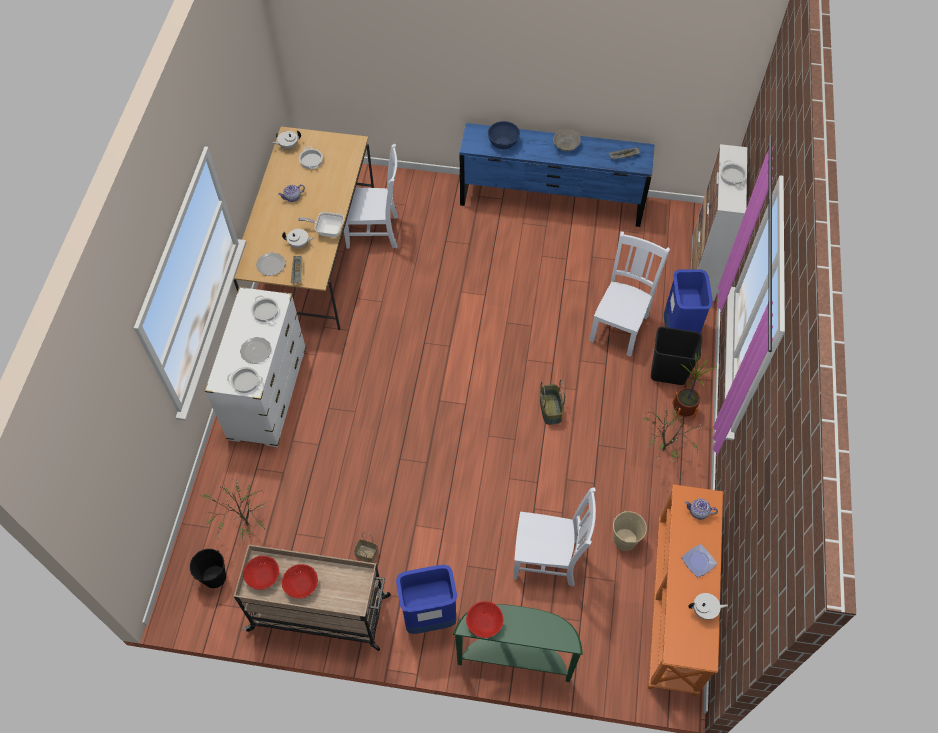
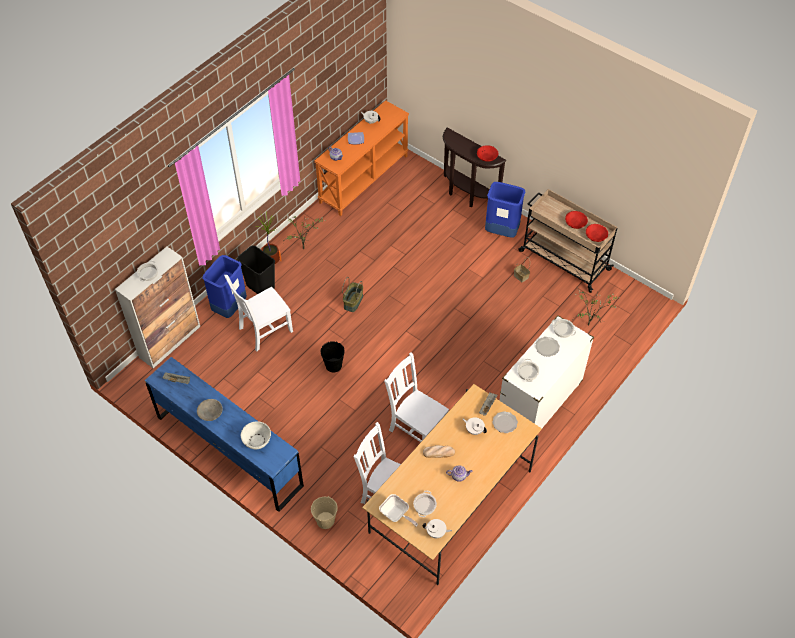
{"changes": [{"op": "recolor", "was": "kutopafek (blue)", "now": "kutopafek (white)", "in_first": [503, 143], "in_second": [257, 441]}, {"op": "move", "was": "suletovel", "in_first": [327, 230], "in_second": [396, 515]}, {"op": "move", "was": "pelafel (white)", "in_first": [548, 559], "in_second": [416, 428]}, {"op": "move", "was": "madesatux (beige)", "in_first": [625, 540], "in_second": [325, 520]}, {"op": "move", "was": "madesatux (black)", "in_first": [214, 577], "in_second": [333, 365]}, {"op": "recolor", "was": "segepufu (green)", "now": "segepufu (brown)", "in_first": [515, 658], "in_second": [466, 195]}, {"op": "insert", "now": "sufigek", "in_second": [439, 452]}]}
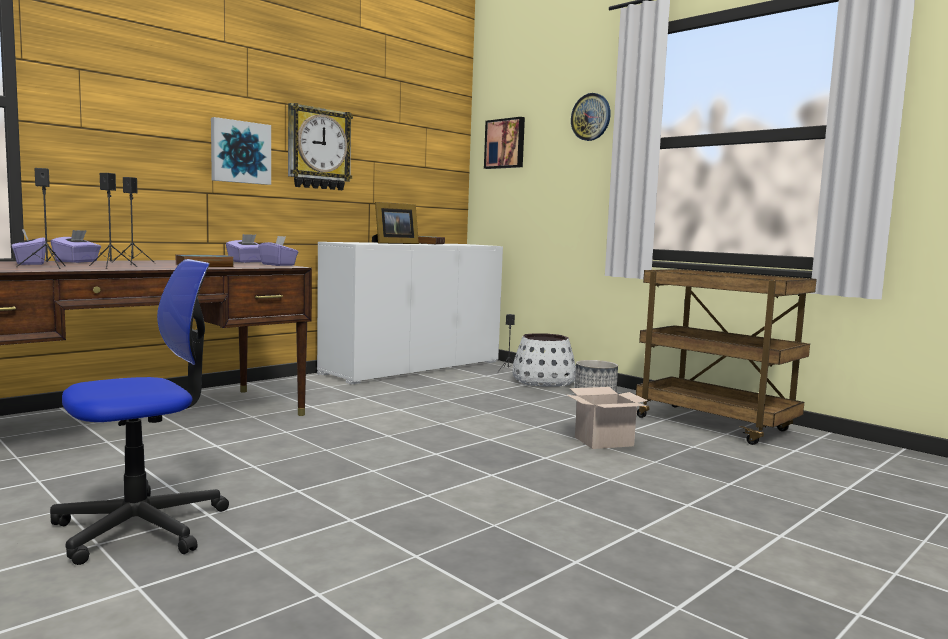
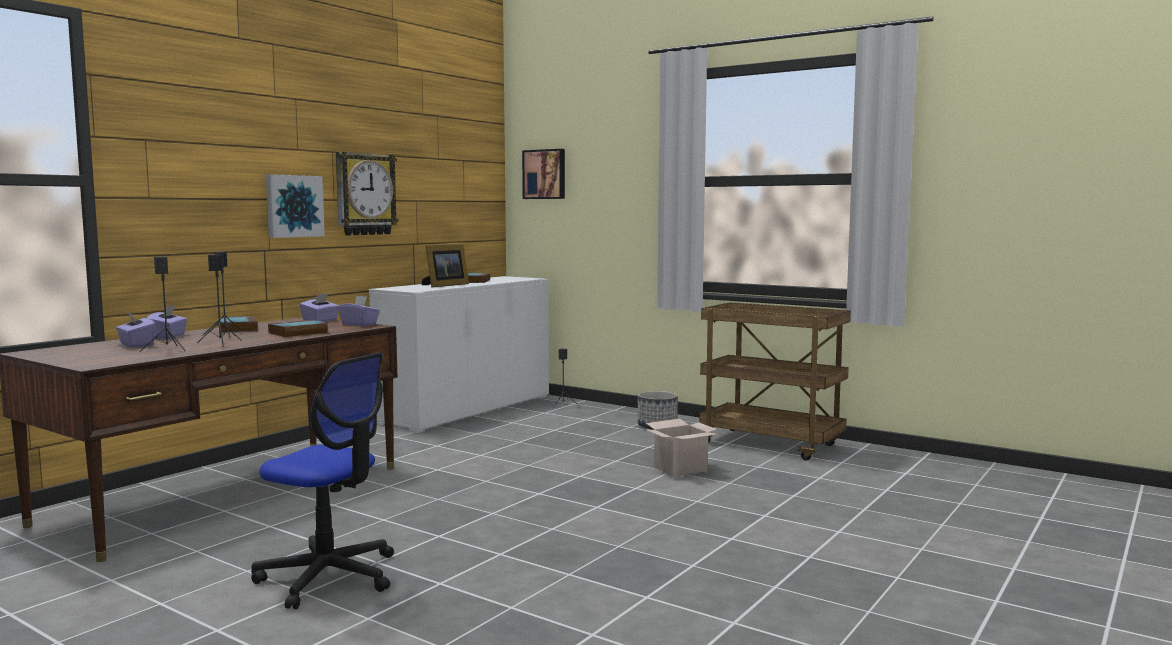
{"changes": [{"op": "delete", "was": "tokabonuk", "in_first": [591, 117]}, {"op": "rotate", "was": "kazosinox", "in_first": [141, 527], "in_second": [329, 577], "clockwise": 75}, {"op": "delete", "was": "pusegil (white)", "in_first": [543, 381]}, {"op": "insert", "now": "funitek", "in_second": [237, 328]}]}
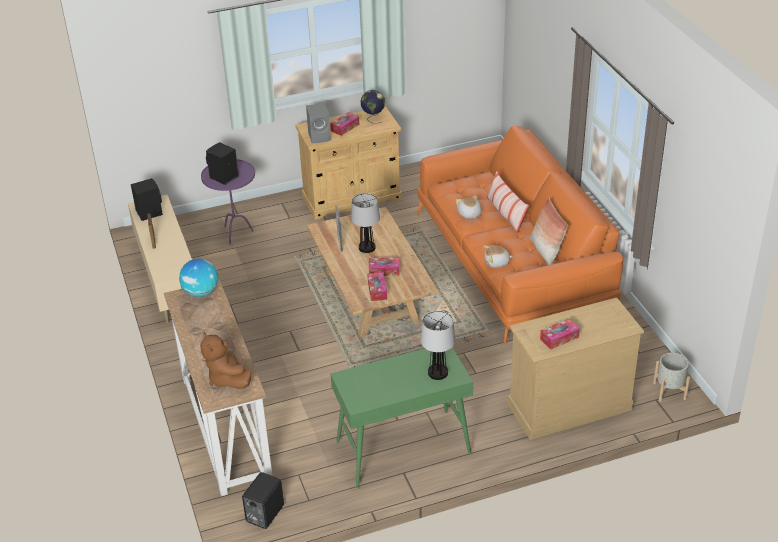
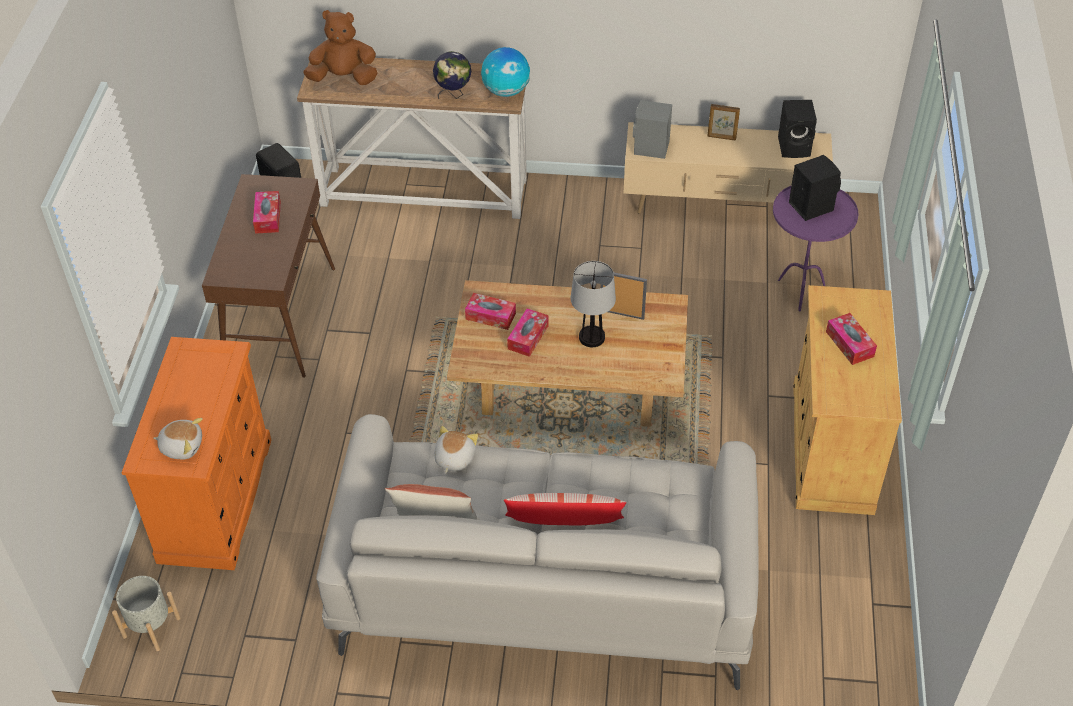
{"changes": [{"op": "move", "was": "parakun", "in_first": [373, 118], "in_second": [453, 94]}, {"op": "move", "was": "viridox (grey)", "in_first": [320, 136], "in_second": [650, 148]}, {"op": "recolor", "was": "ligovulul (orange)", "now": "ligovulul (white)", "in_first": [513, 263], "in_second": [543, 581]}, {"op": "move", "was": "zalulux", "in_first": [469, 214], "in_second": [182, 446]}, {"op": "recolor", "was": "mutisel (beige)", "now": "mutisel (orange)", "in_first": [568, 406], "in_second": [216, 499]}, {"op": "delete", "was": "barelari", "in_first": [438, 373]}, {"op": "move", "was": "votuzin", "in_first": [559, 338], "in_second": [268, 217]}, {"op": "recolor", "was": "segepufu (green)", "now": "segepufu (brown)", "in_first": [402, 449], "in_second": [280, 318]}]}
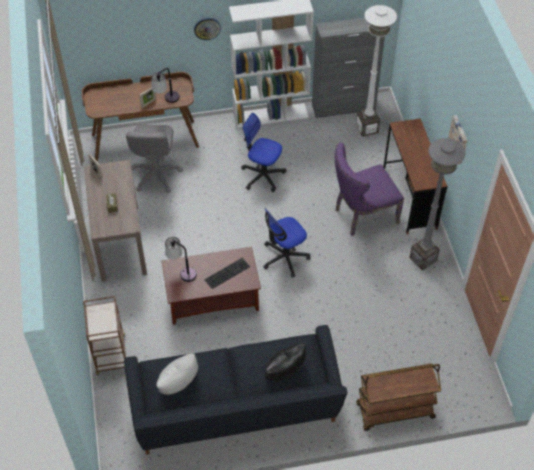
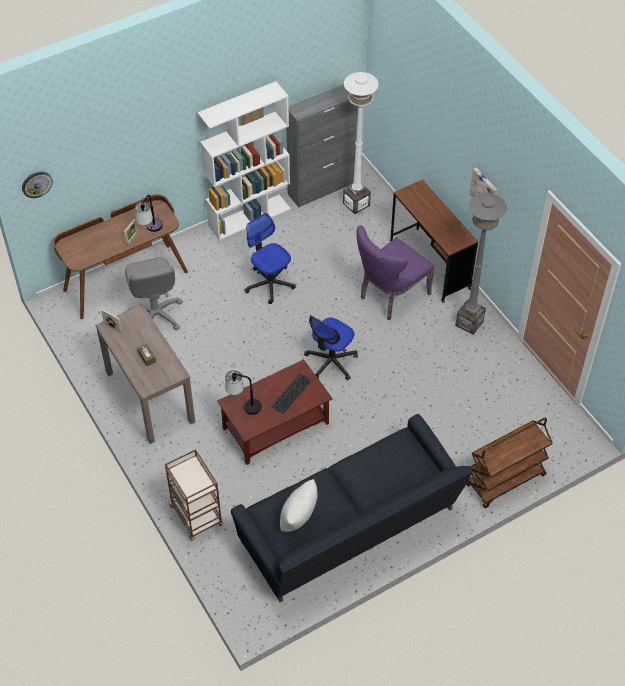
{"changes": [{"op": "move", "was": "tokabonuk", "in_first": [207, 28], "in_second": [36, 184]}, {"op": "rotate", "was": "kazosinox", "in_first": [262, 175], "in_second": [270, 283], "clockwise": 45}, {"op": "delete", "was": "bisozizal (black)", "in_first": [285, 376]}]}
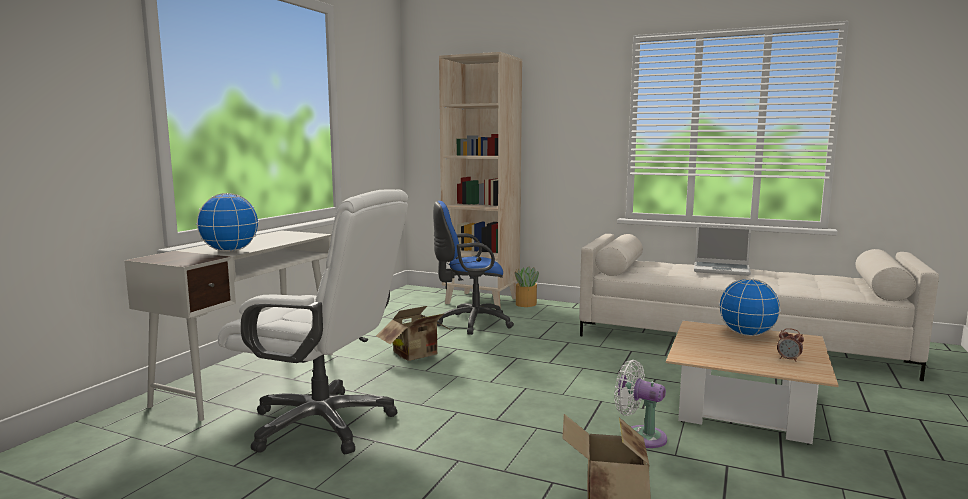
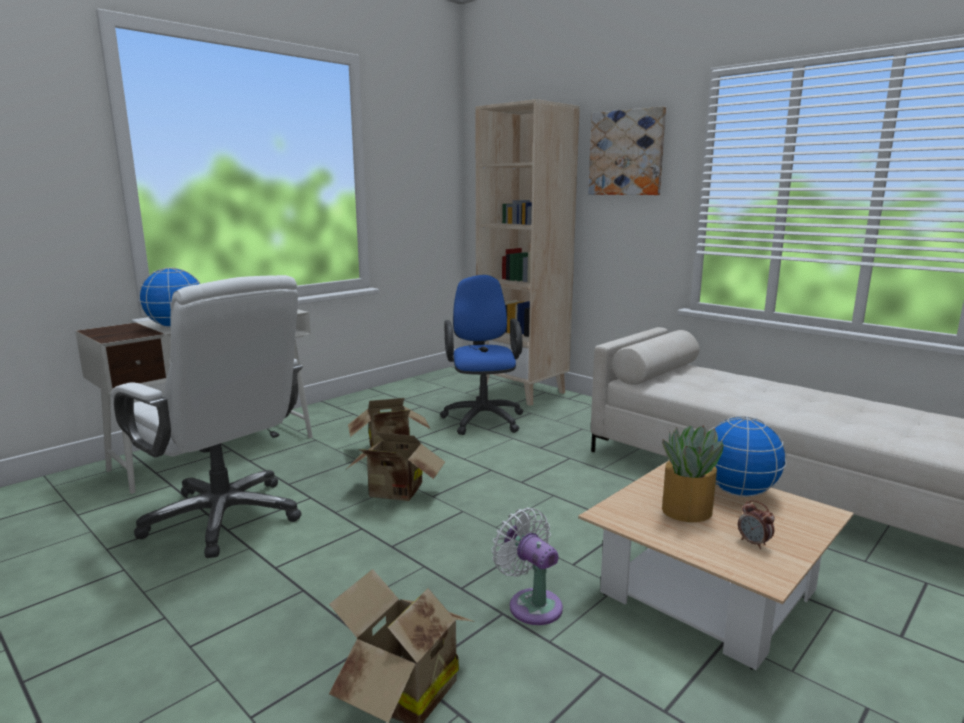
{"changes": [{"op": "rotate", "was": "kazosinox (blue)", "in_first": [470, 323], "in_second": [483, 418], "clockwise": 75}, {"op": "delete", "was": "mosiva", "in_first": [722, 270]}, {"op": "move", "was": "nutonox", "in_first": [525, 304], "in_second": [685, 510]}, {"op": "insert", "now": "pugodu", "in_second": [626, 153]}, {"op": "insert", "now": "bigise", "in_second": [396, 493]}]}
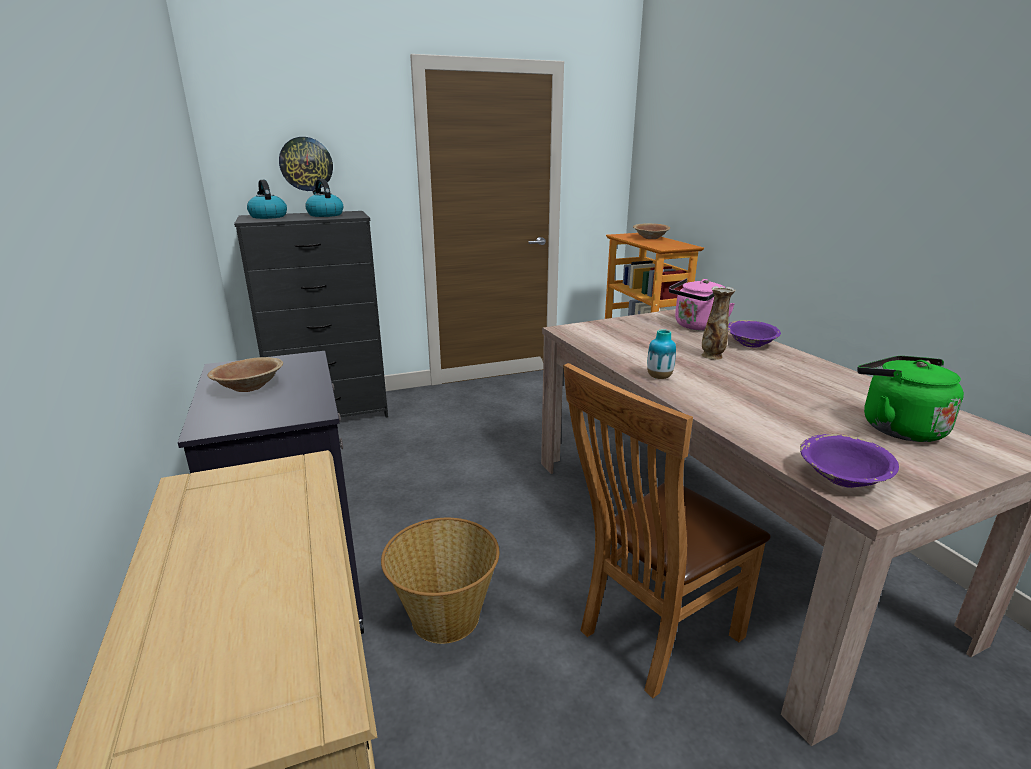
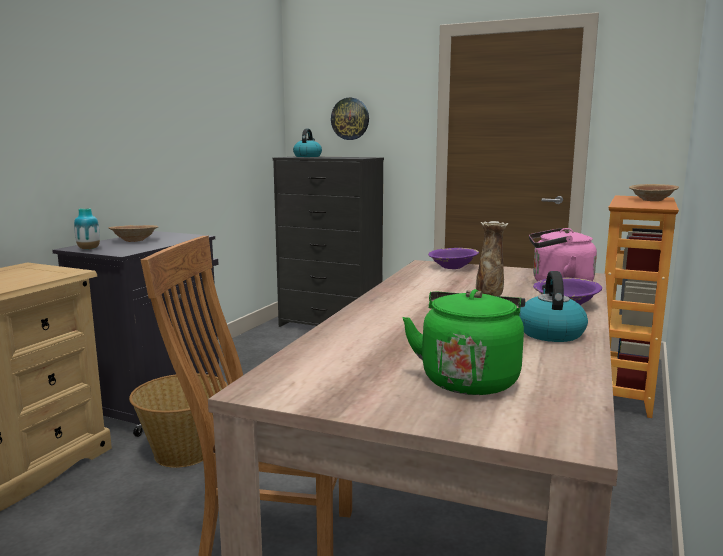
{"changes": [{"op": "move", "was": "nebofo", "in_first": [325, 215], "in_second": [550, 333]}, {"op": "move", "was": "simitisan", "in_first": [659, 377], "in_second": [88, 249]}, {"op": "move", "was": "kutopafek (purple)", "in_first": [842, 478], "in_second": [452, 267]}]}
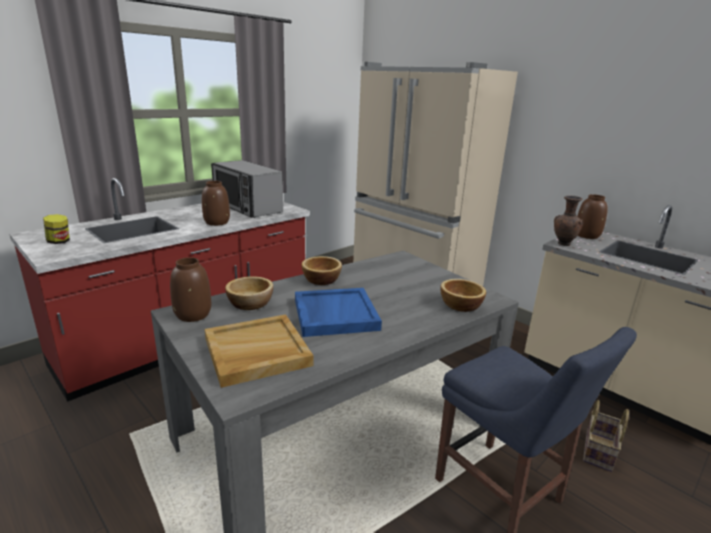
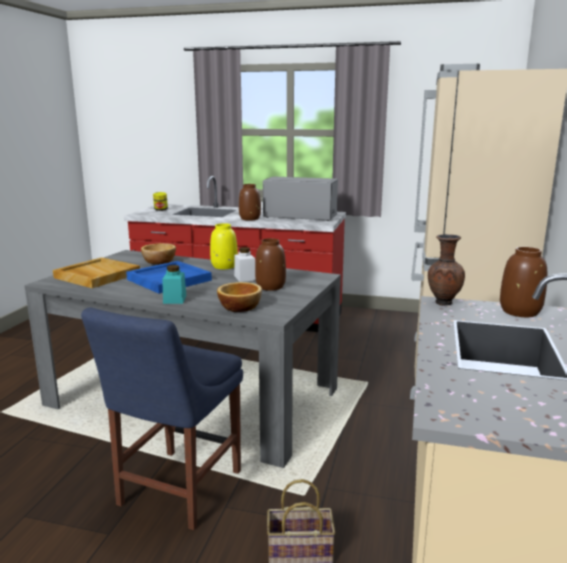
{"changes": [{"op": "rotate", "was": "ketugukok", "in_first": [247, 207], "in_second": [300, 216], "clockwise": 90}, {"op": "replace", "was": "kutopafek", "now": "simitisan (yellow)", "in_first": [321, 279], "in_second": [224, 266]}, {"op": "move", "was": "simitisan (brown)", "in_first": [193, 315], "in_second": [270, 287]}, {"op": "insert", "now": "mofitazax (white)", "in_second": [245, 278]}, {"op": "insert", "now": "mofitazax (turquoise)", "in_second": [175, 299]}]}
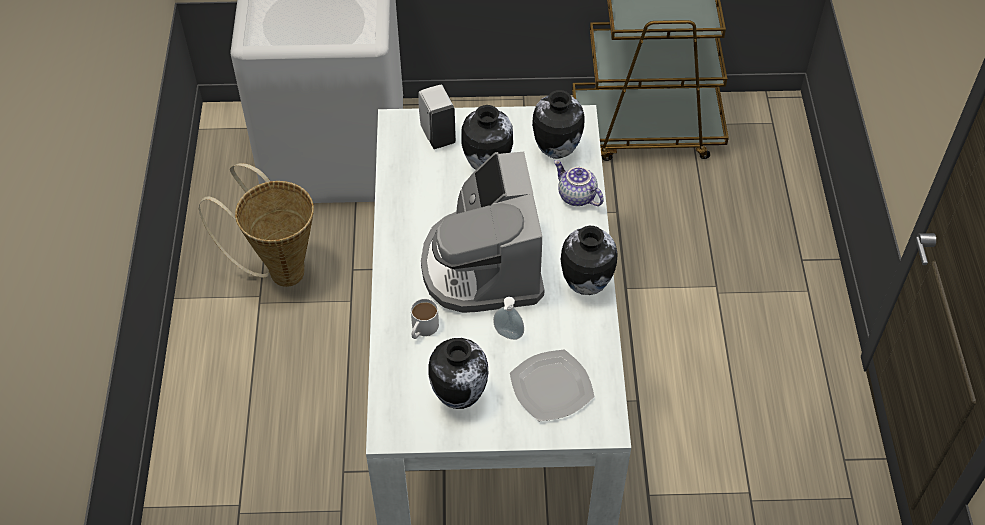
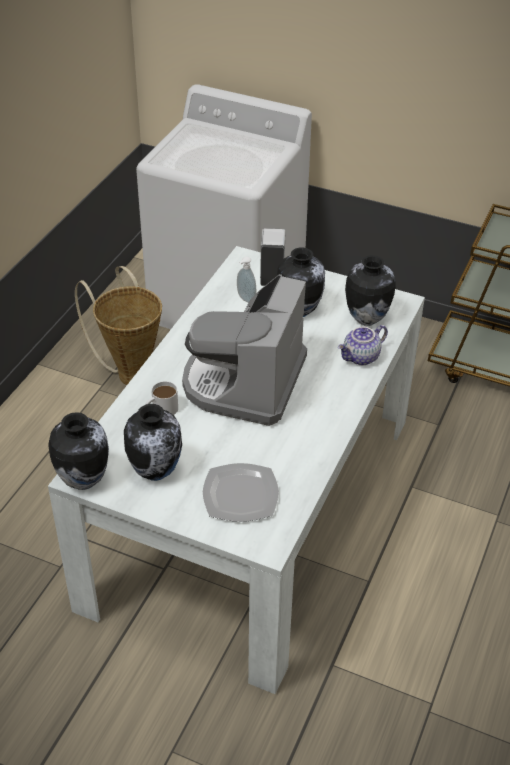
{"changes": [{"op": "rotate", "was": "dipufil", "in_first": [576, 196], "in_second": [361, 358], "clockwise": -105}, {"op": "move", "was": "simitisan", "in_first": [585, 285], "in_second": [83, 480]}, {"op": "move", "was": "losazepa", "in_first": [507, 335], "in_second": [245, 299]}]}
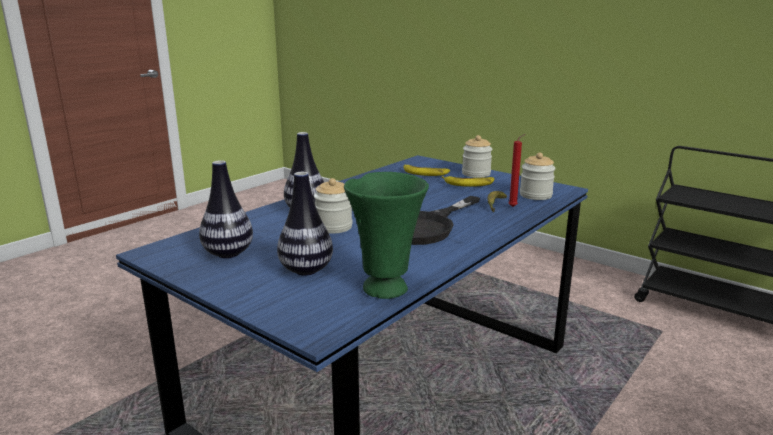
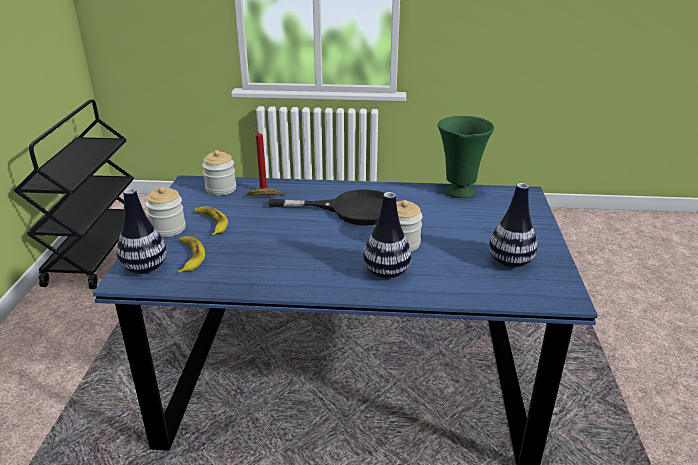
{"changes": [{"op": "move", "was": "simitisan", "in_first": [306, 270], "in_second": [145, 268]}]}
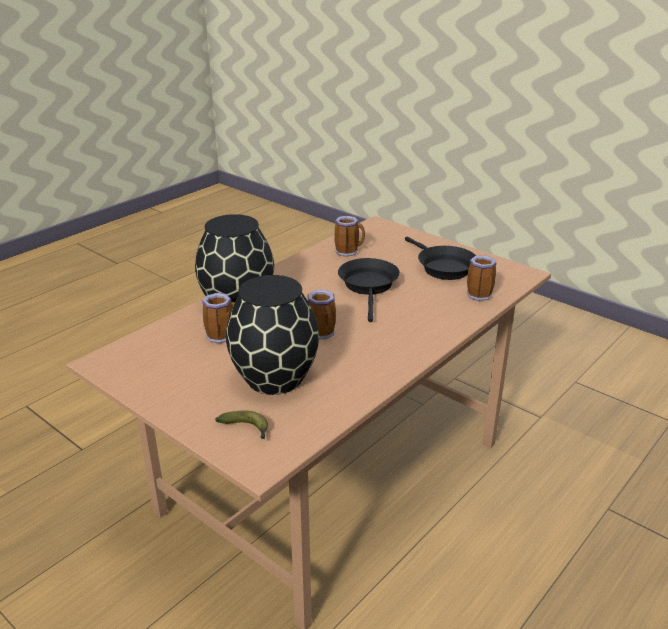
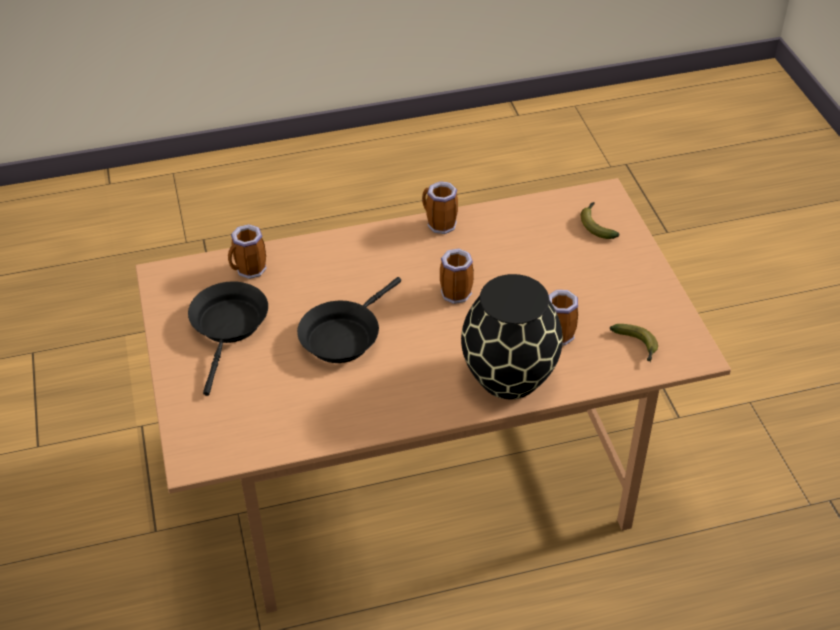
{"changes": [{"op": "move", "was": "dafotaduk", "in_first": [348, 251], "in_second": [438, 224]}, {"op": "delete", "was": "simitisan (black)", "in_first": [274, 379]}, {"op": "insert", "now": "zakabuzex", "in_second": [637, 346]}]}
